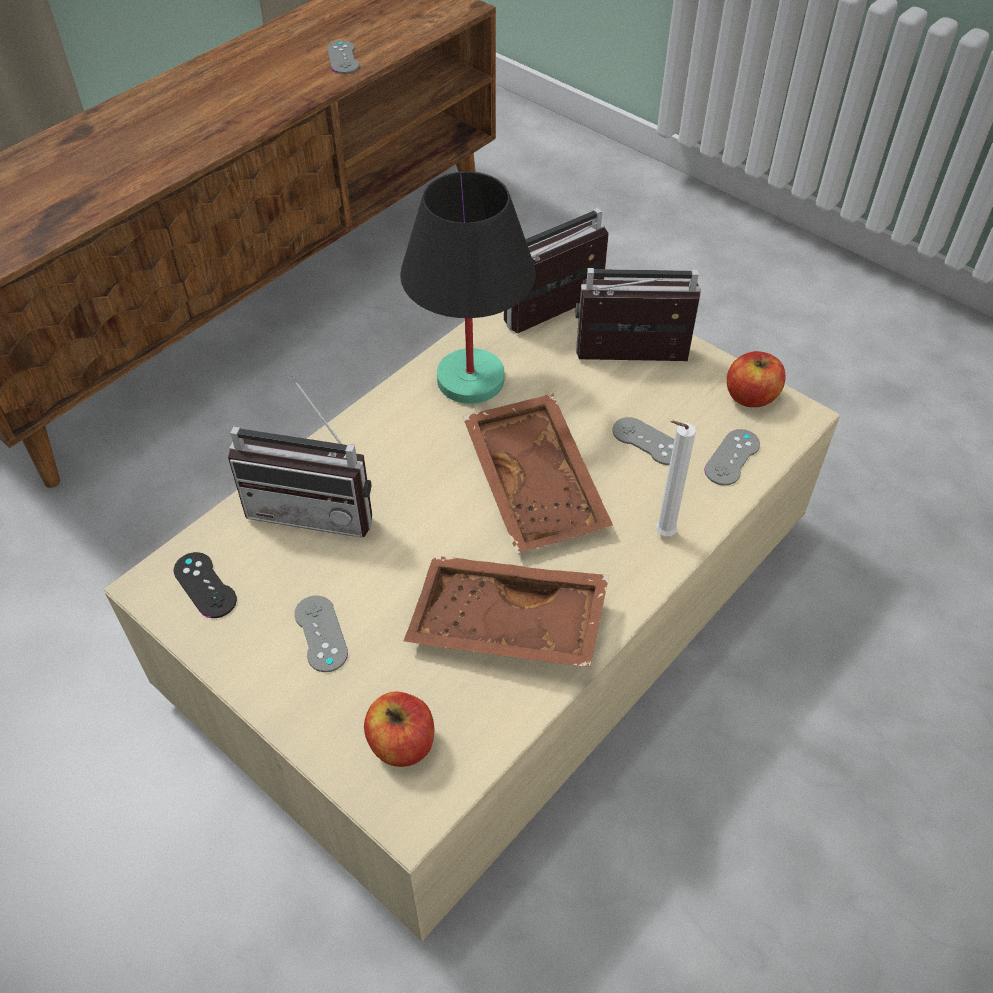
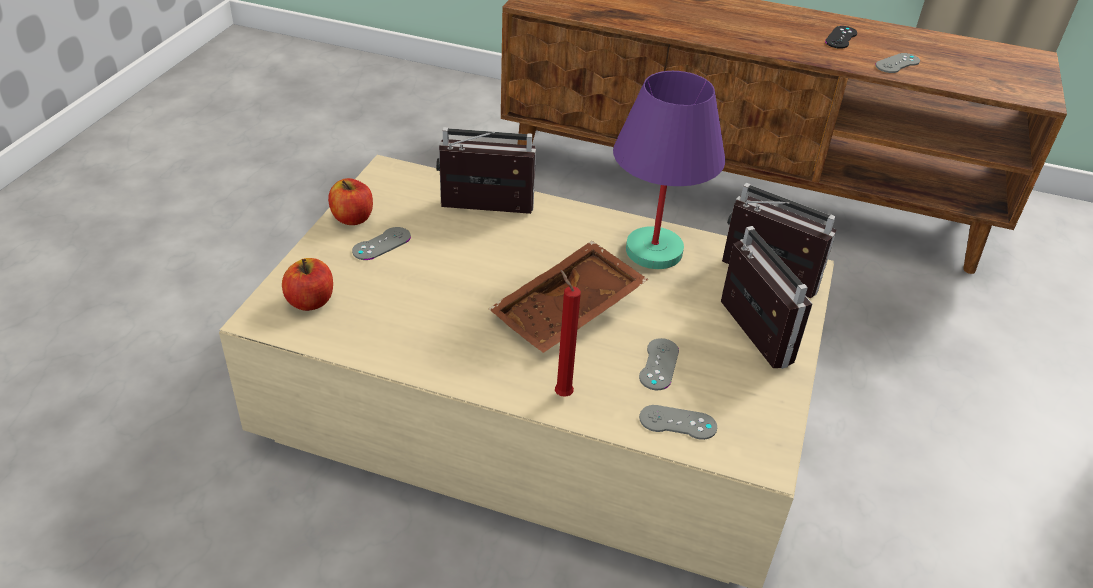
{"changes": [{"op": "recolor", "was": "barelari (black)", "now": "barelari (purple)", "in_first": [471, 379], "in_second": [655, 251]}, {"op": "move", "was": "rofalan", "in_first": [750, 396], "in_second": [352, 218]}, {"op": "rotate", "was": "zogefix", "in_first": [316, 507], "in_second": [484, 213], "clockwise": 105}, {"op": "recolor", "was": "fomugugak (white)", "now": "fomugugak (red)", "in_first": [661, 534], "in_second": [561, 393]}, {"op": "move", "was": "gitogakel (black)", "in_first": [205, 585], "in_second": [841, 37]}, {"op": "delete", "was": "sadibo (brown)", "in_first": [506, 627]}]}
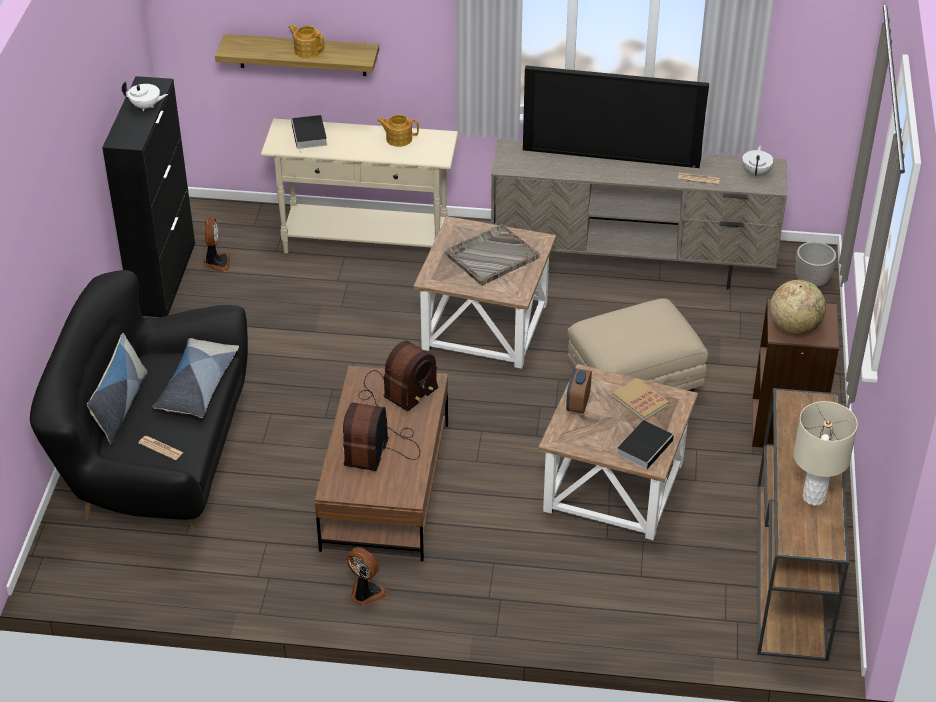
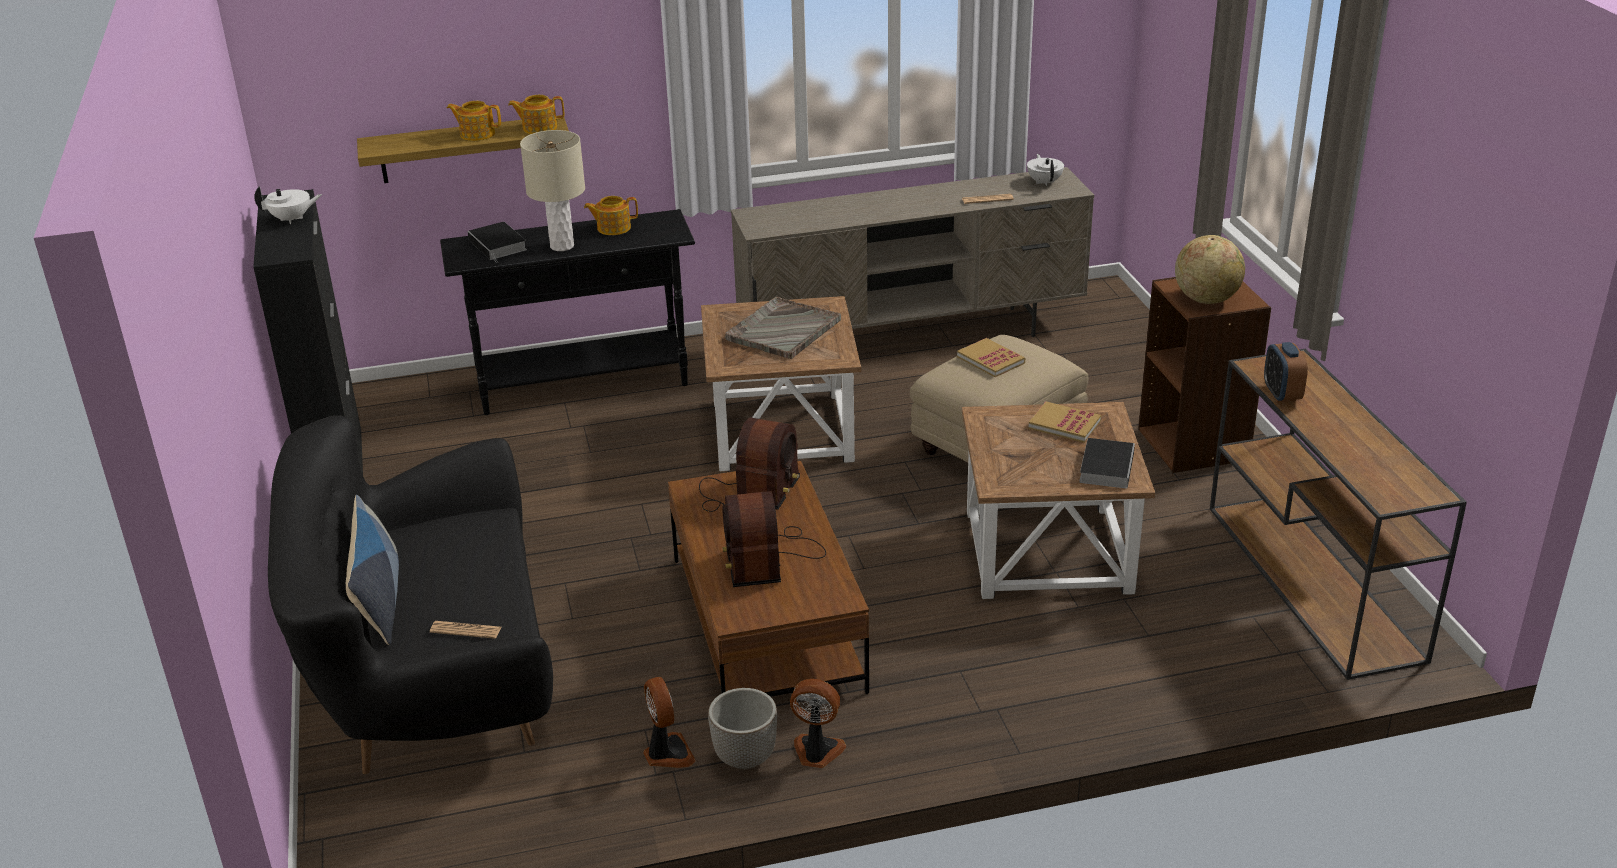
{"changes": [{"op": "delete", "was": "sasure", "in_first": [612, 152]}, {"op": "recolor", "was": "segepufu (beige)", "now": "segepufu (black)", "in_first": [366, 243], "in_second": [584, 384]}, {"op": "move", "was": "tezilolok", "in_first": [216, 262], "in_second": [667, 753]}, {"op": "move", "was": "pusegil", "in_first": [812, 282], "in_second": [746, 758]}, {"op": "delete", "was": "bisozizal", "in_first": [197, 386]}, {"op": "move", "was": "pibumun", "in_first": [578, 404], "in_second": [1281, 394]}, {"op": "move", "was": "barelari (beige)", "in_first": [814, 497], "in_second": [562, 246]}, {"op": "insert", "now": "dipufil", "in_second": [539, 128]}, {"op": "insert", "now": "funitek", "in_second": [990, 360]}]}
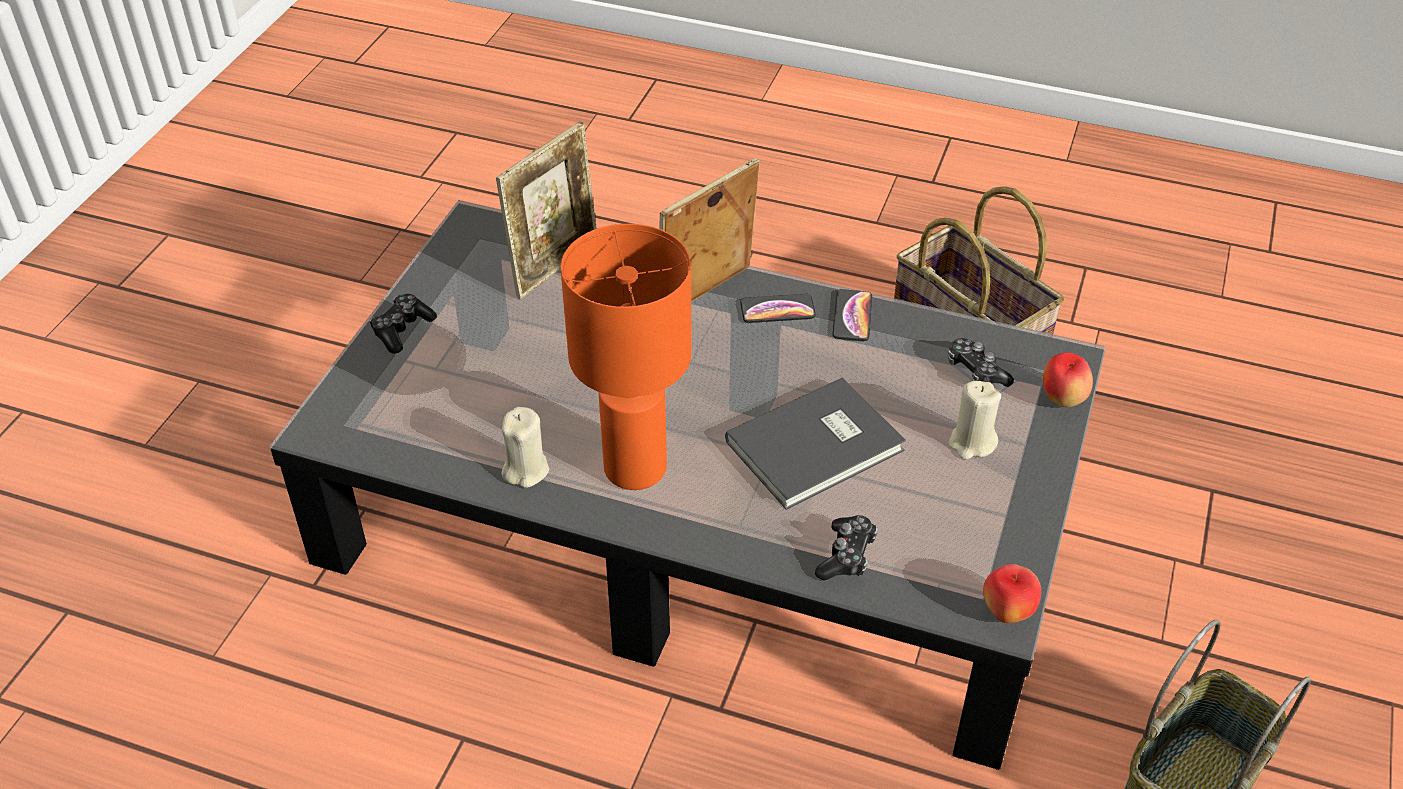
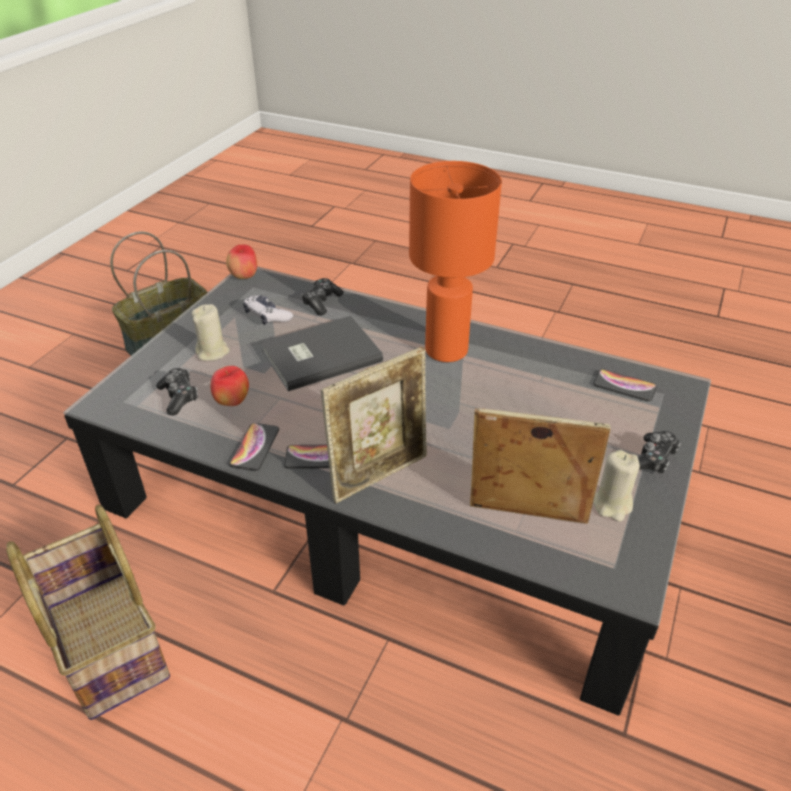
{"changes": [{"op": "rotate", "was": "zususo", "in_first": [555, 266], "in_second": [526, 517], "clockwise": 60}, {"op": "move", "was": "rofalan", "in_first": [1062, 399], "in_second": [232, 402]}, {"op": "move", "was": "fomugugak (beige)", "in_first": [526, 470], "in_second": [612, 505]}, {"op": "insert", "now": "gitogakel", "in_second": [267, 316]}, {"op": "insert", "now": "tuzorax", "in_second": [624, 386]}]}
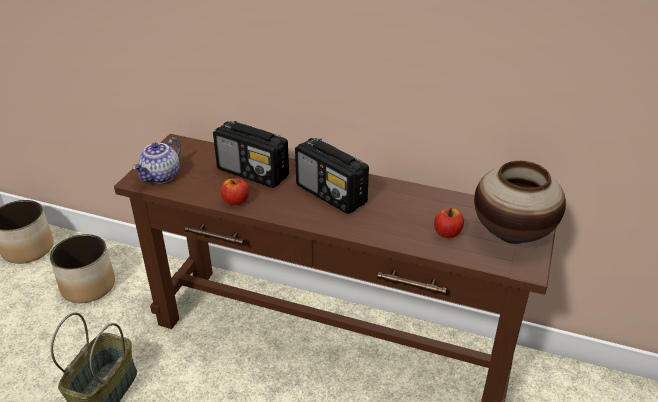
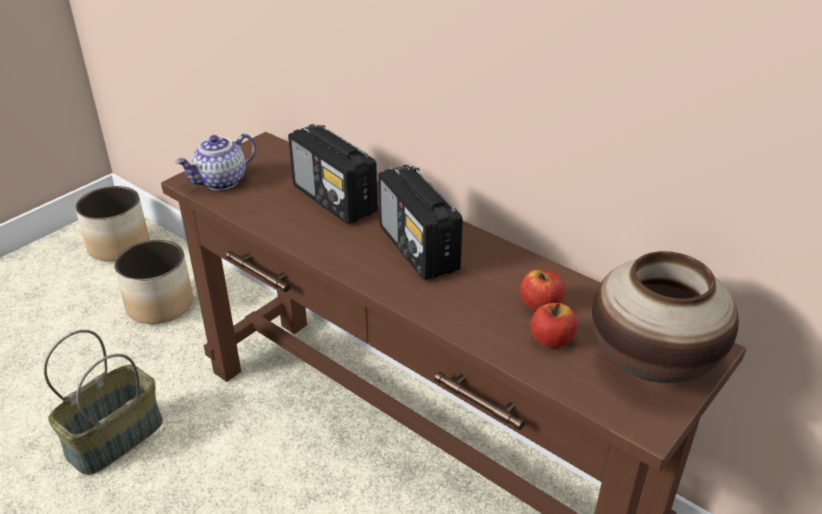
{"changes": [{"op": "move", "was": "rofalan", "in_first": [236, 201], "in_second": [540, 304]}]}
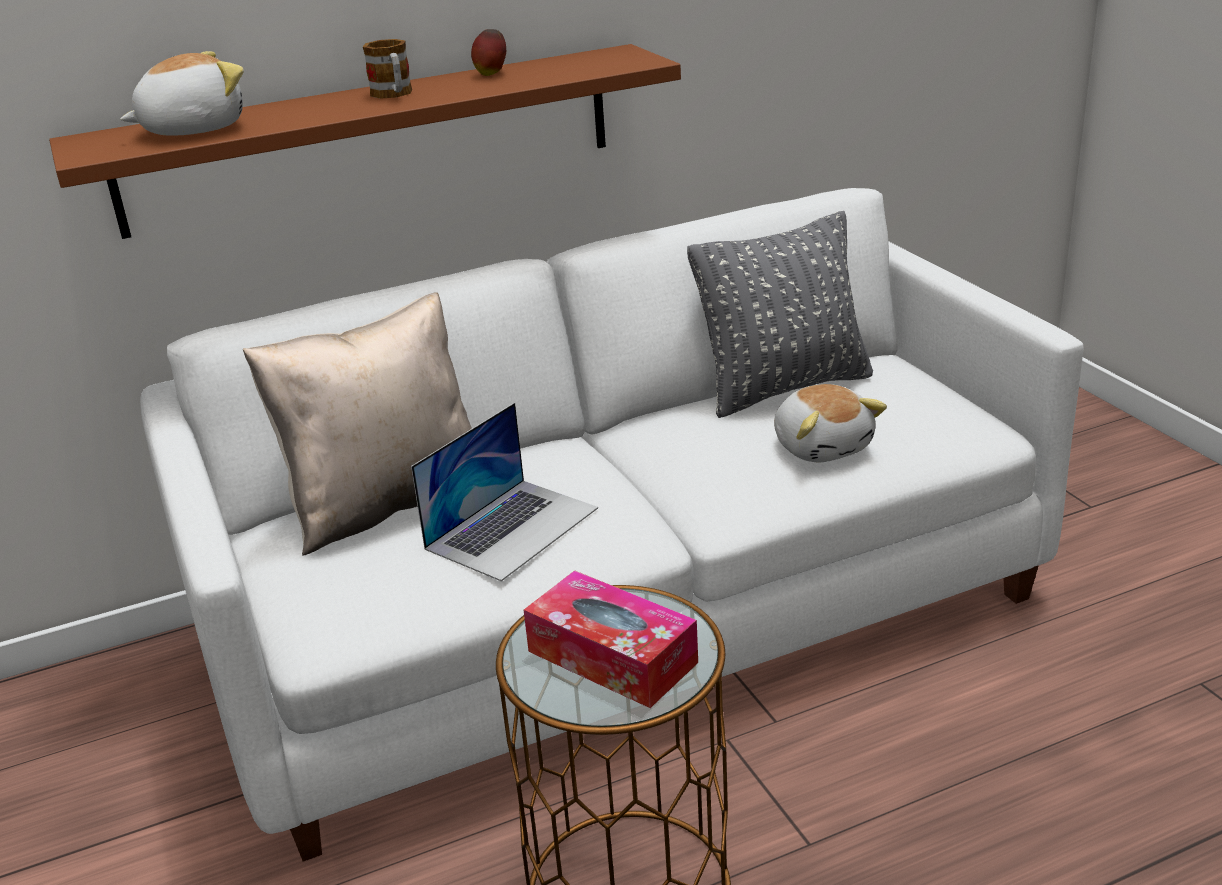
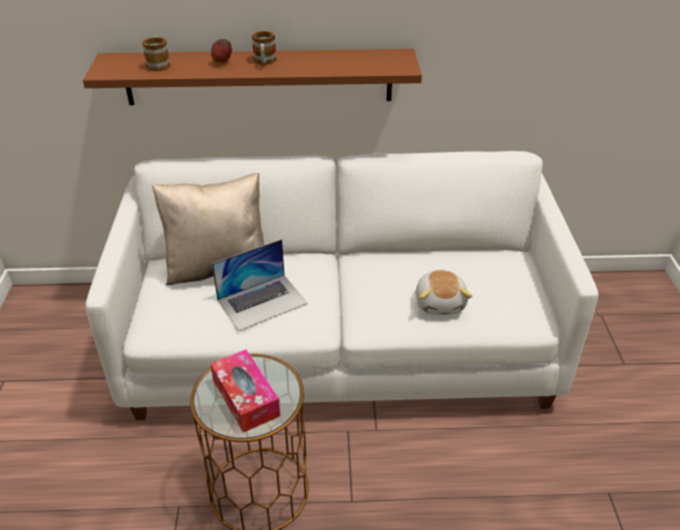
{"changes": [{"op": "move", "was": "rofalan", "in_first": [491, 74], "in_second": [222, 63]}, {"op": "replace", "was": "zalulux", "now": "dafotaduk", "in_first": [192, 129], "in_second": [158, 64]}, {"op": "delete", "was": "bisozizal (grey)", "in_first": [784, 388]}]}
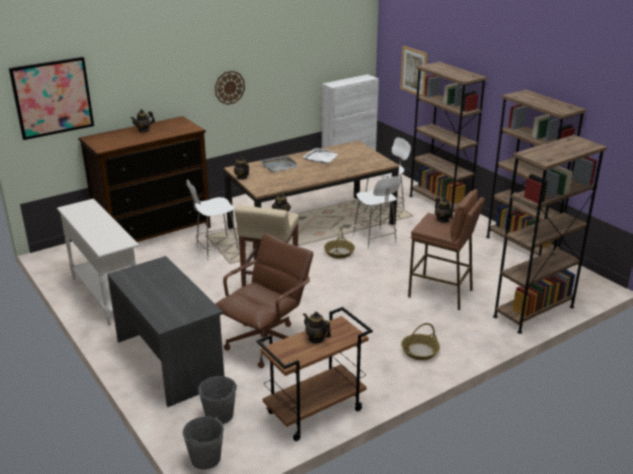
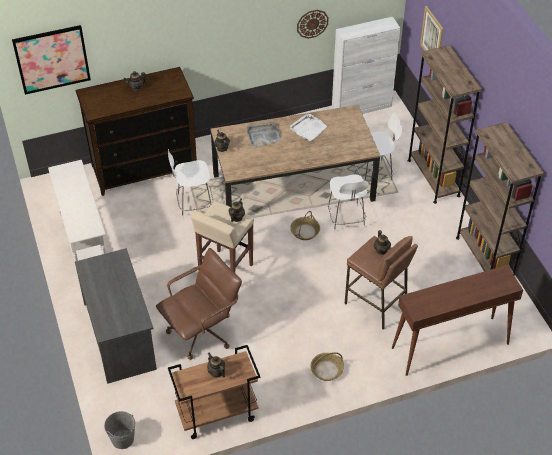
{"changes": [{"op": "move", "was": "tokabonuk", "in_first": [229, 87], "in_second": [312, 23]}, {"op": "replace", "was": "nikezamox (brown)", "now": "segepufu (brown)", "in_first": [534, 312], "in_second": [449, 346]}, {"op": "delete", "was": "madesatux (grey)", "in_first": [219, 415]}]}
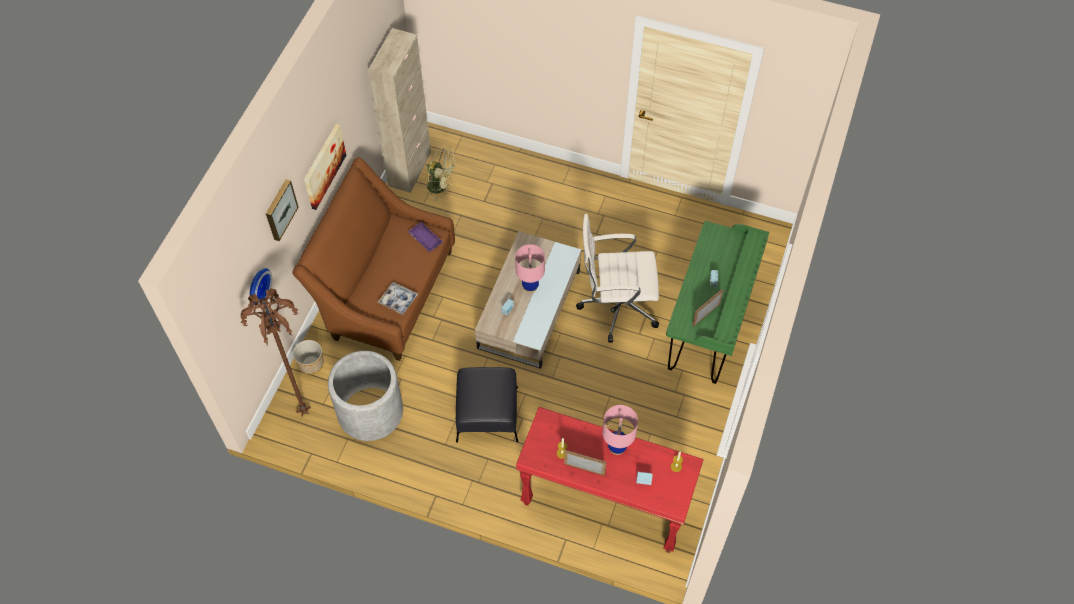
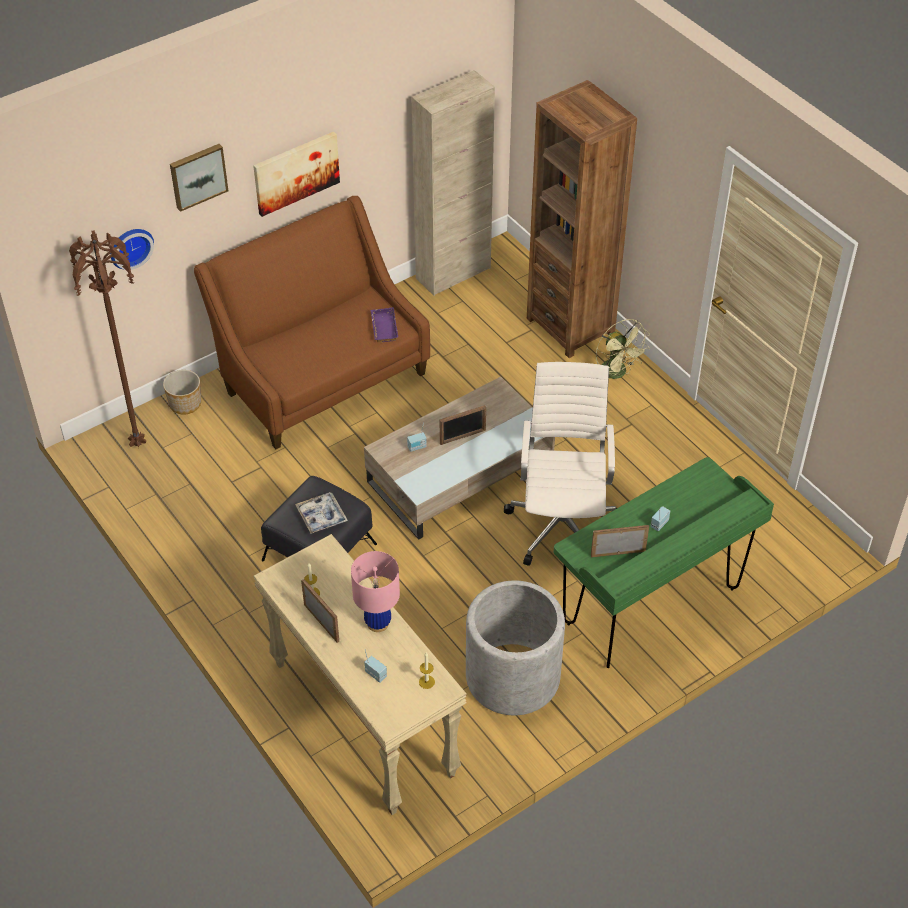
{"changes": [{"op": "move", "was": "tezilolok (green)", "in_first": [441, 187], "in_second": [617, 373]}, {"op": "rotate", "was": "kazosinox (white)", "in_first": [616, 306], "in_second": [562, 523], "clockwise": 60}, {"op": "replace", "was": "barelari (pink)", "now": "zususo", "in_first": [530, 286], "in_second": [463, 437]}, {"op": "move", "was": "sadibo", "in_first": [398, 300], "in_second": [321, 516]}, {"op": "move", "was": "pusegil (grey)", "in_first": [370, 412], "in_second": [512, 676]}, {"op": "recolor", "was": "segepufu (red)", "now": "segepufu (beige)", "in_first": [603, 505], "in_second": [361, 719]}, {"op": "insert", "now": "nikezamox (brown)", "in_second": [570, 326]}]}
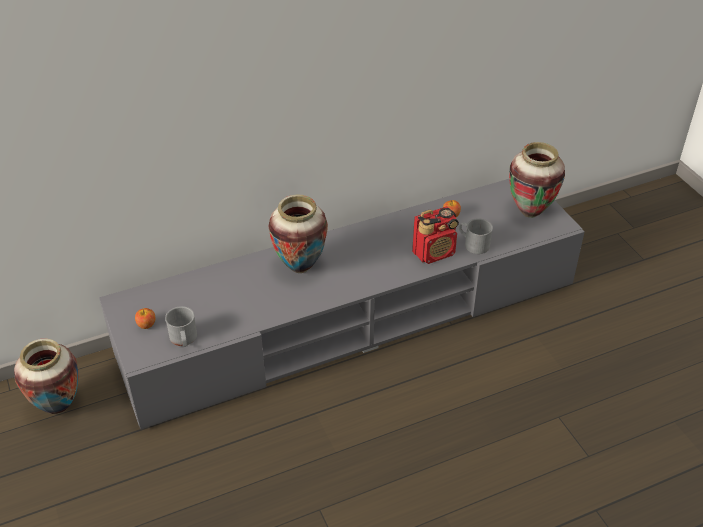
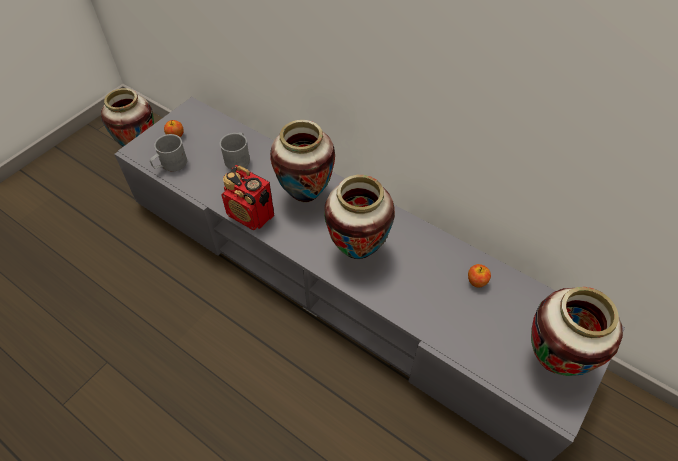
{"changes": [{"op": "move", "was": "zogefix", "in_first": [434, 253], "in_second": [251, 215]}, {"op": "move", "was": "dafotaduk (grey)", "in_first": [473, 244], "in_second": [238, 158]}, {"op": "insert", "now": "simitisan", "in_second": [357, 251]}]}
